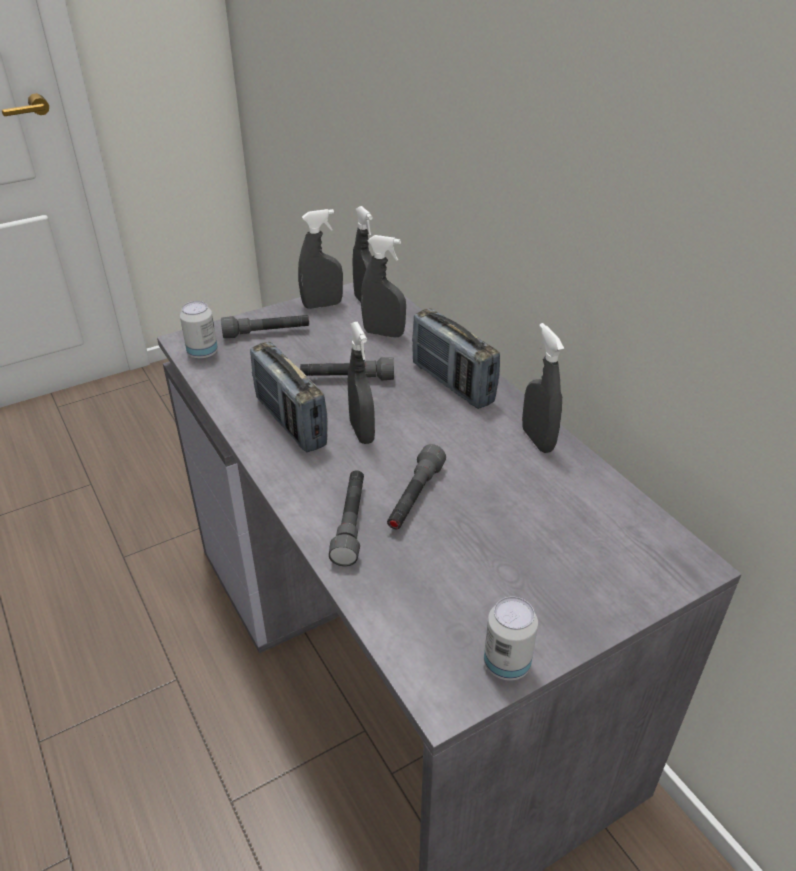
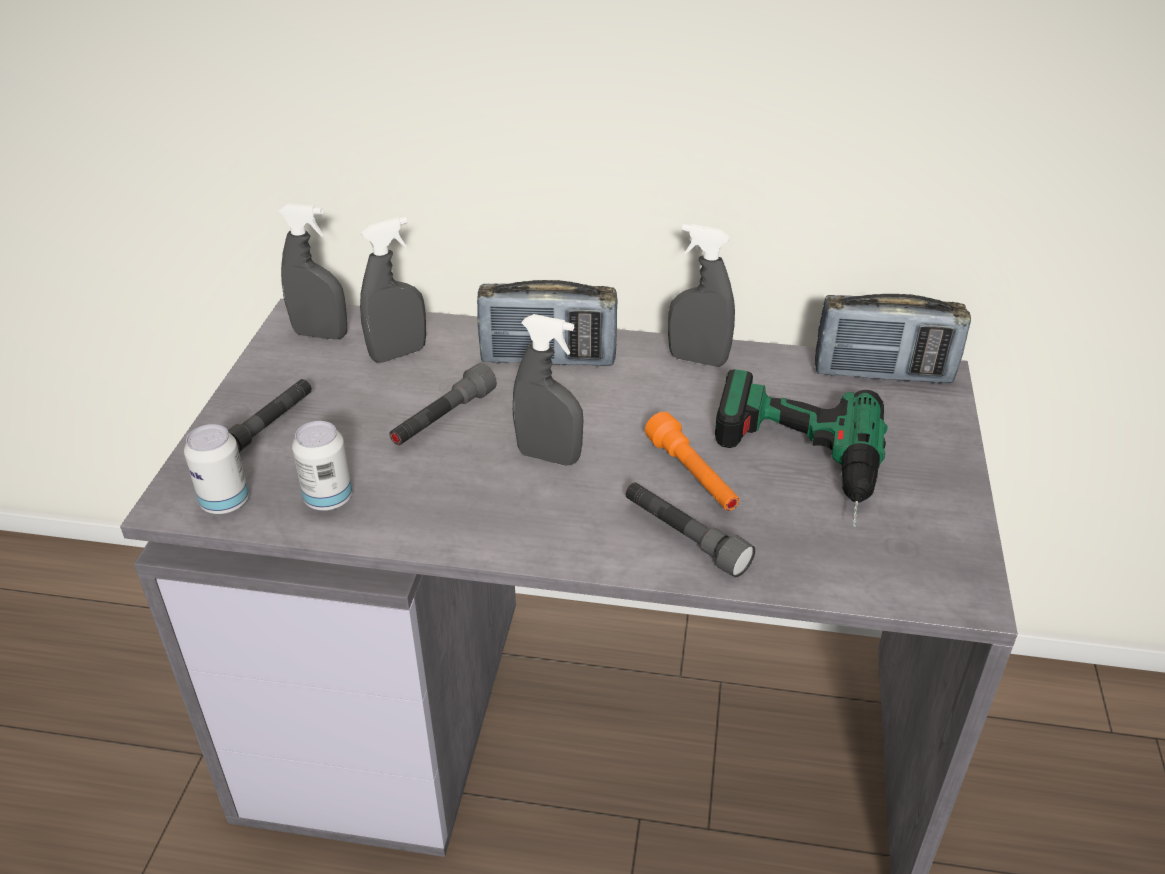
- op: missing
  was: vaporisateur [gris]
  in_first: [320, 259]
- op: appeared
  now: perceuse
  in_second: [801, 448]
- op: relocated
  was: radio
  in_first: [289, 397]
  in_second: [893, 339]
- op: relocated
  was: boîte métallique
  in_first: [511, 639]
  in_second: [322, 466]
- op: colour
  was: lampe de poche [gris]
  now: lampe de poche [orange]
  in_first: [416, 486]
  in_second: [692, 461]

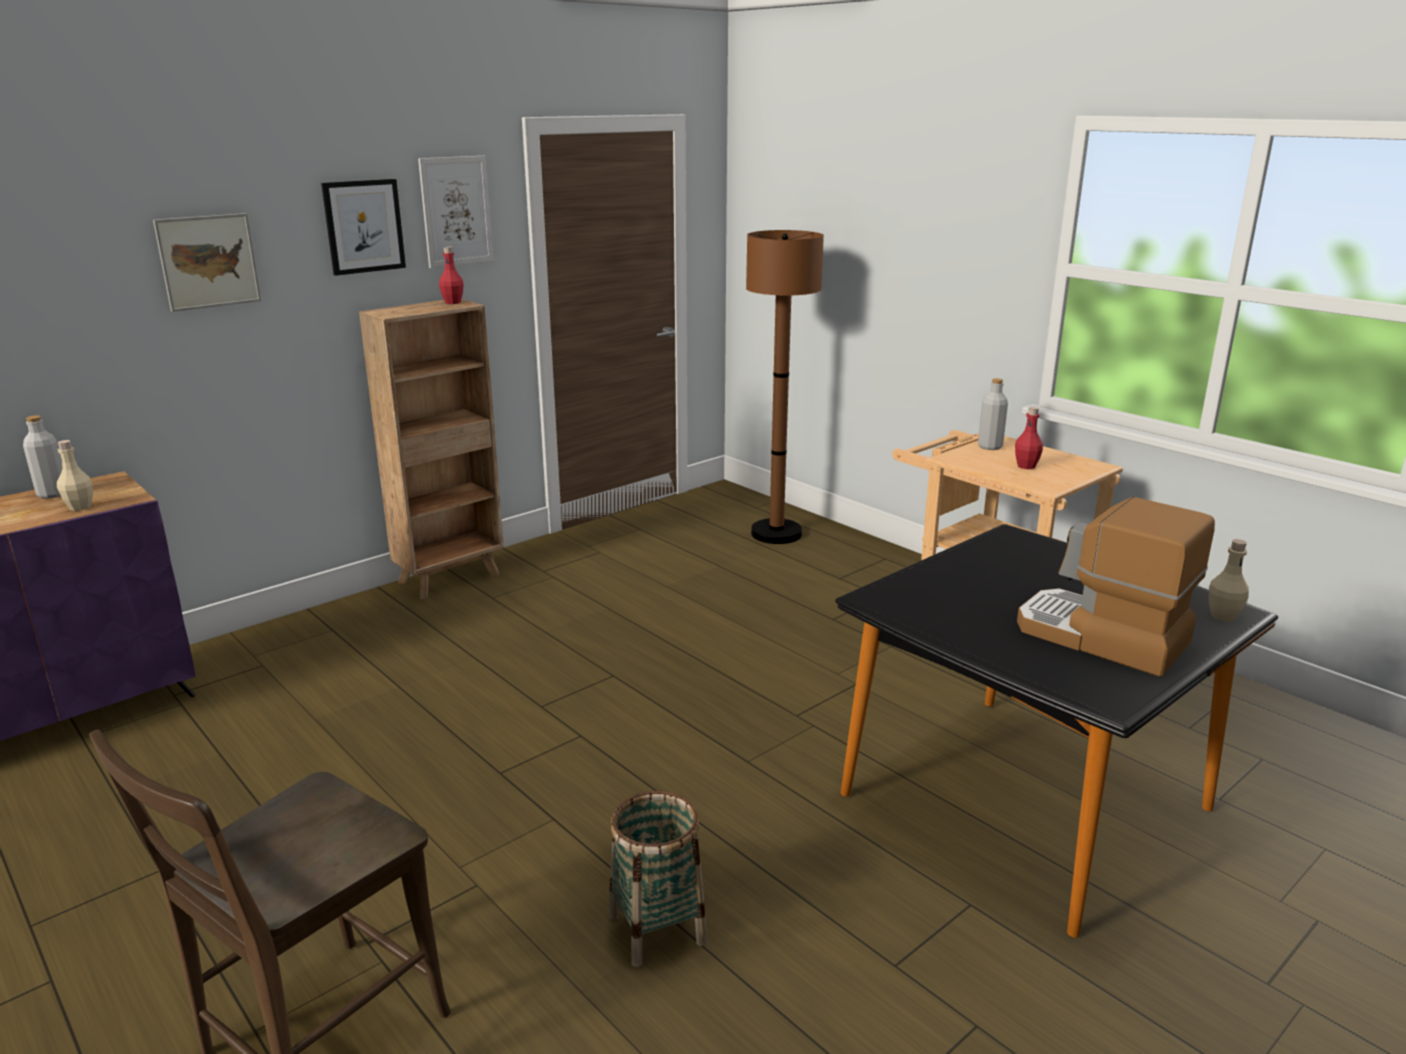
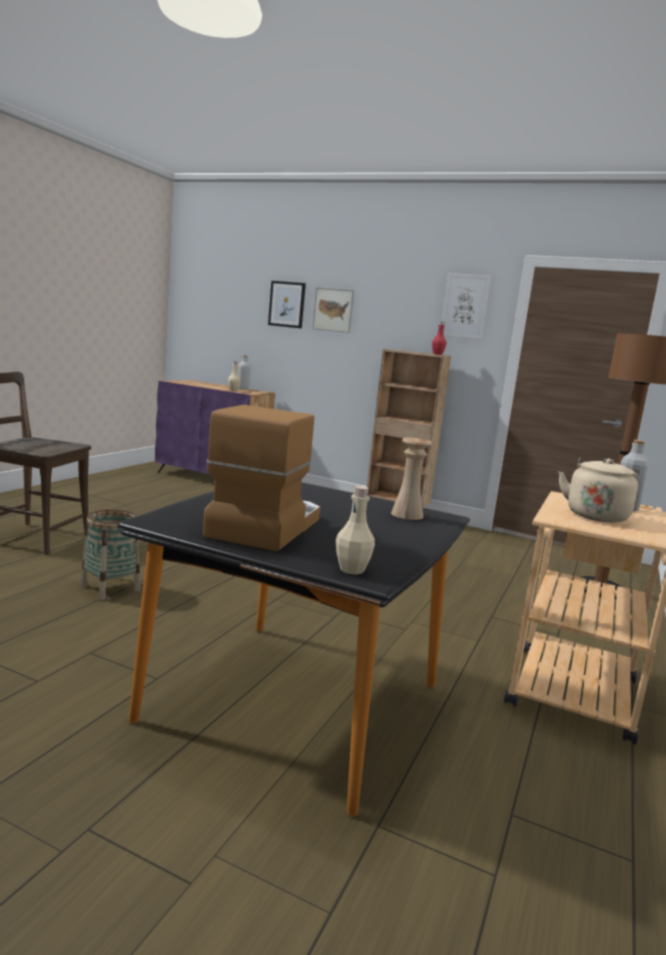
- op: appeared
  now: vase [beige]
  in_second: [411, 479]
- op: relocated
  was: tableau
  in_first: [363, 227]
  in_second: [287, 305]
- op: exchanged
  was: bouteille [rouge]
  now: bouilloire [beige]
  in_first: [1029, 438]
  in_second: [599, 490]

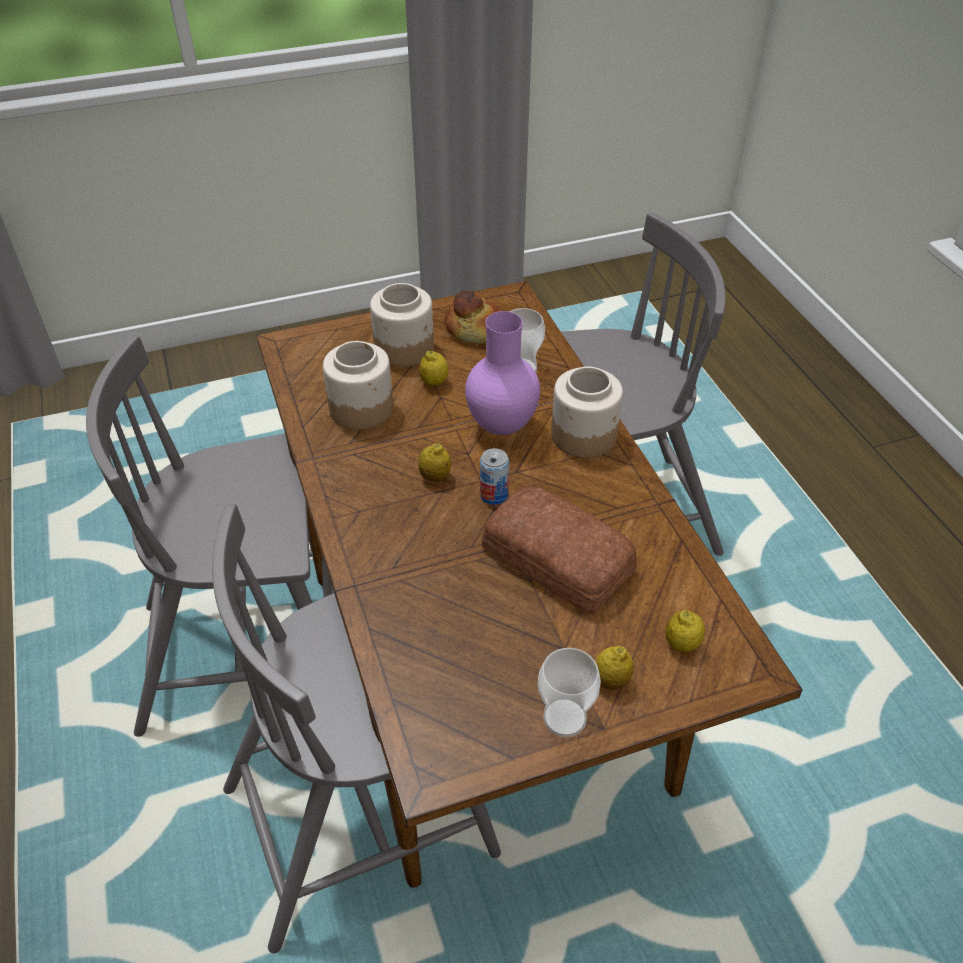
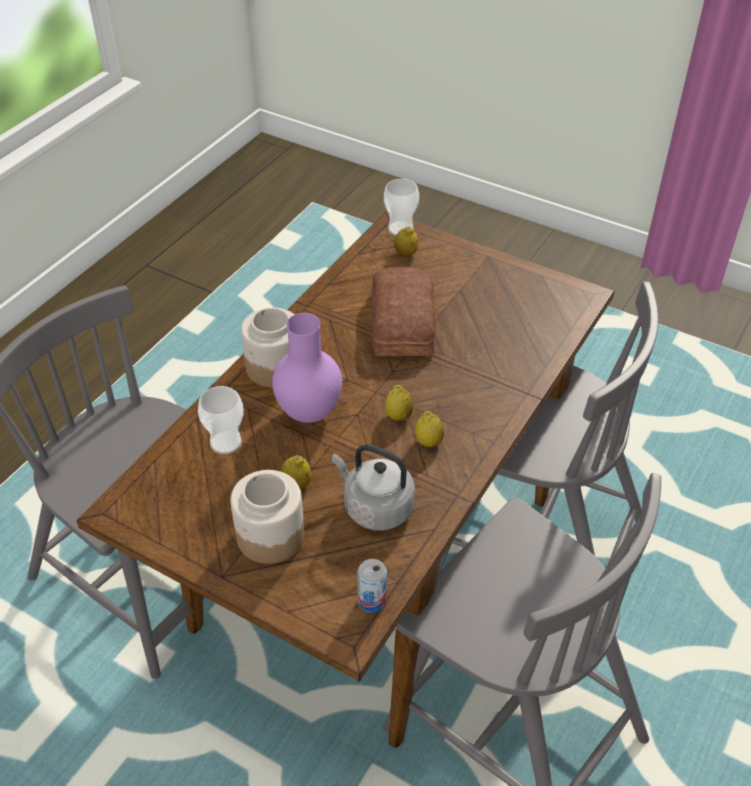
- op: missing
  was: pain
  in_first: [473, 317]
- op: relocated
  was: boîte métallique
  in_first: [494, 476]
  in_second: [372, 586]
- op: relocated
  was: tasse
  in_first: [569, 692]
  in_second: [401, 207]
- op: relocated
  was: citron
  in_first: [614, 668]
  in_second: [429, 429]
- op: exchanged
  was: bocal
  now: bouilloire [gris]
  in_first: [358, 385]
  in_second: [373, 487]

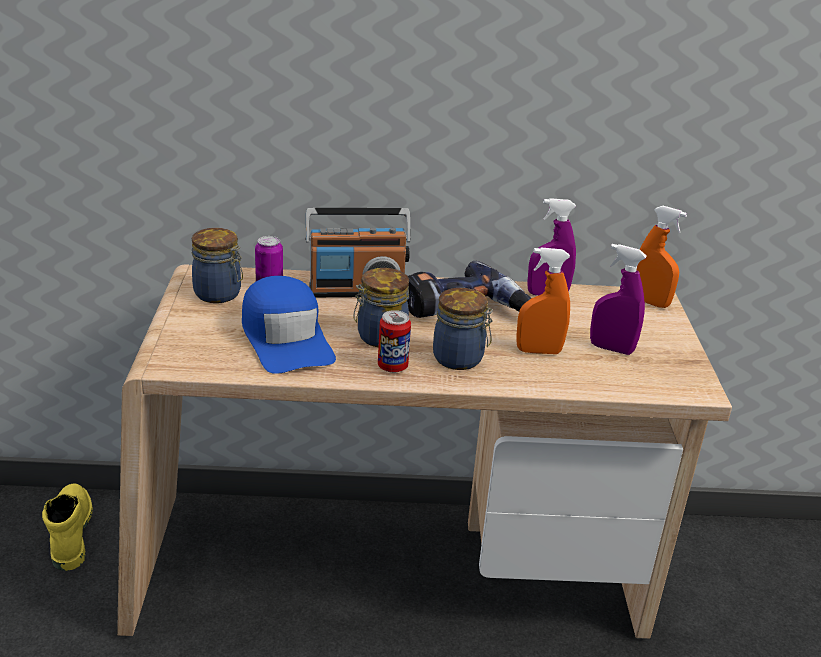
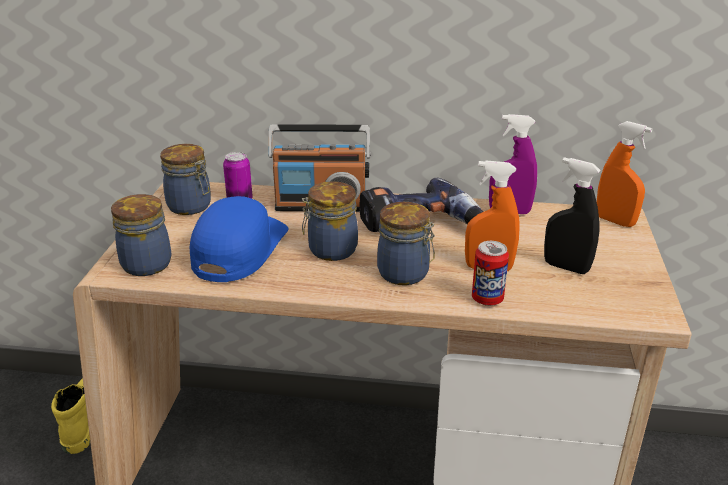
- op: appeared
  now: bocal
  in_second: [141, 235]
- op: relocated
  was: boîte métallique
  in_first: [394, 341]
  in_second: [490, 273]
- op: colour
  was: vaporisateur [violet]
  now: vaporisateur [noir]
  in_first: [618, 299]
  in_second: [572, 215]
- op: spun
  was: casquette [bleu]
  in_first: [289, 325]
  in_second: [239, 239]
  clockwise: -150

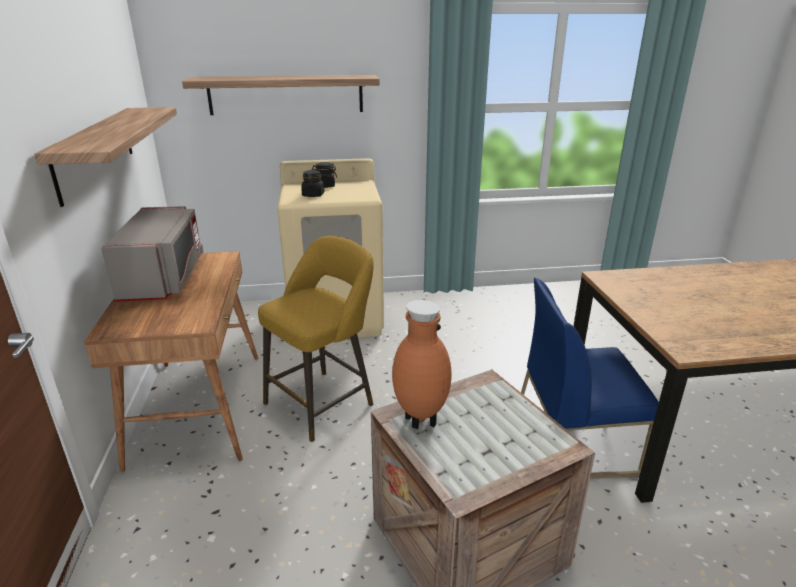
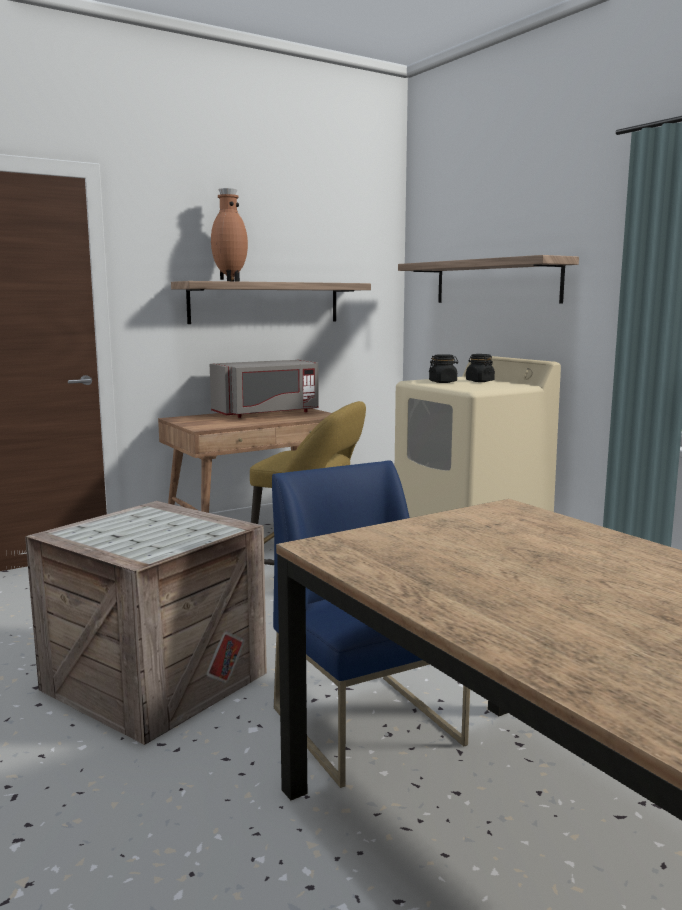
- op: relocated
  was: vase [marron]
  in_first: [421, 364]
  in_second: [229, 235]

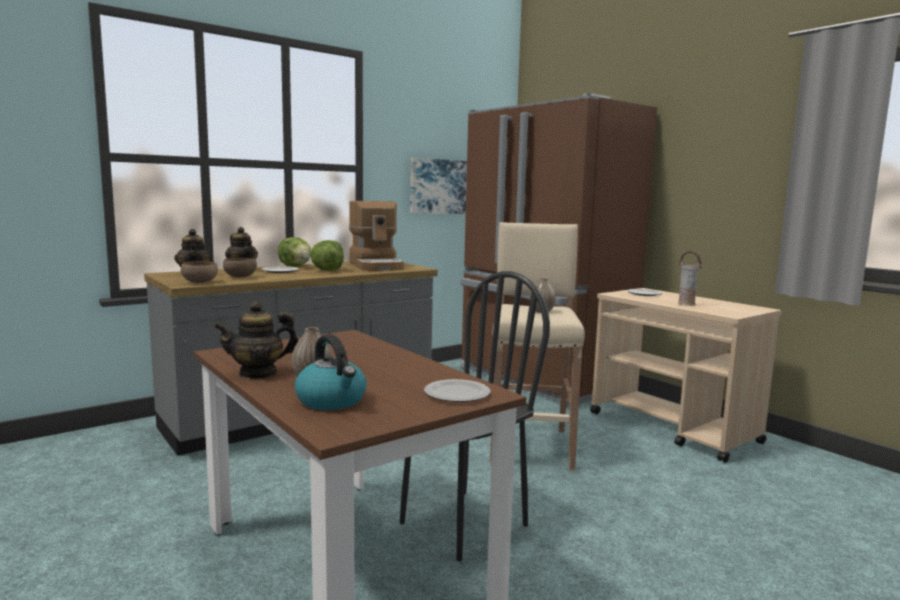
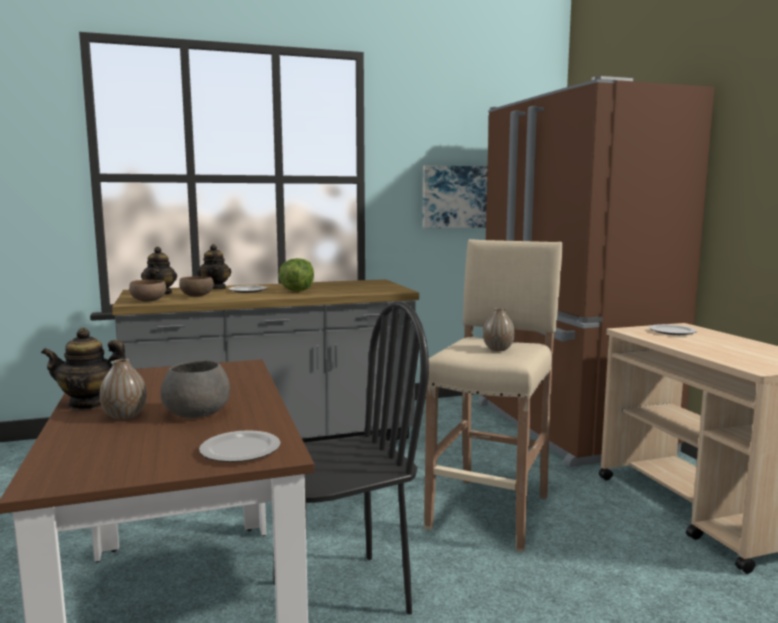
- op: missing
  was: laitue
  in_first: [294, 252]
- op: missing
  was: bouilloire
  in_first: [331, 372]
- op: missing
  was: machine à café
  in_first: [376, 236]
- op: missing
  was: vase
  in_first: [690, 278]
- op: appeared
  now: bol [gris]
  in_second: [195, 389]

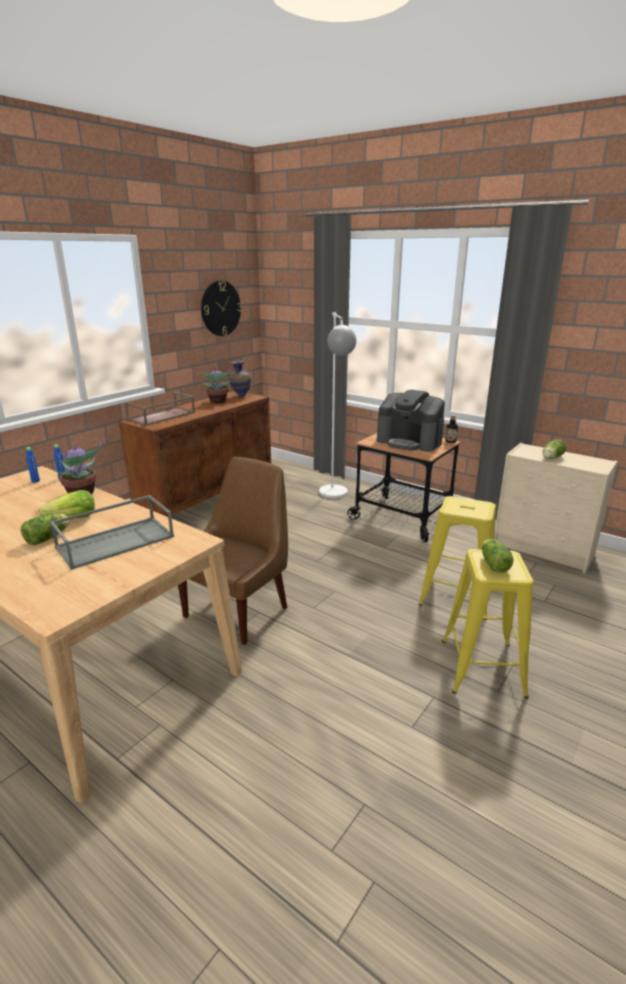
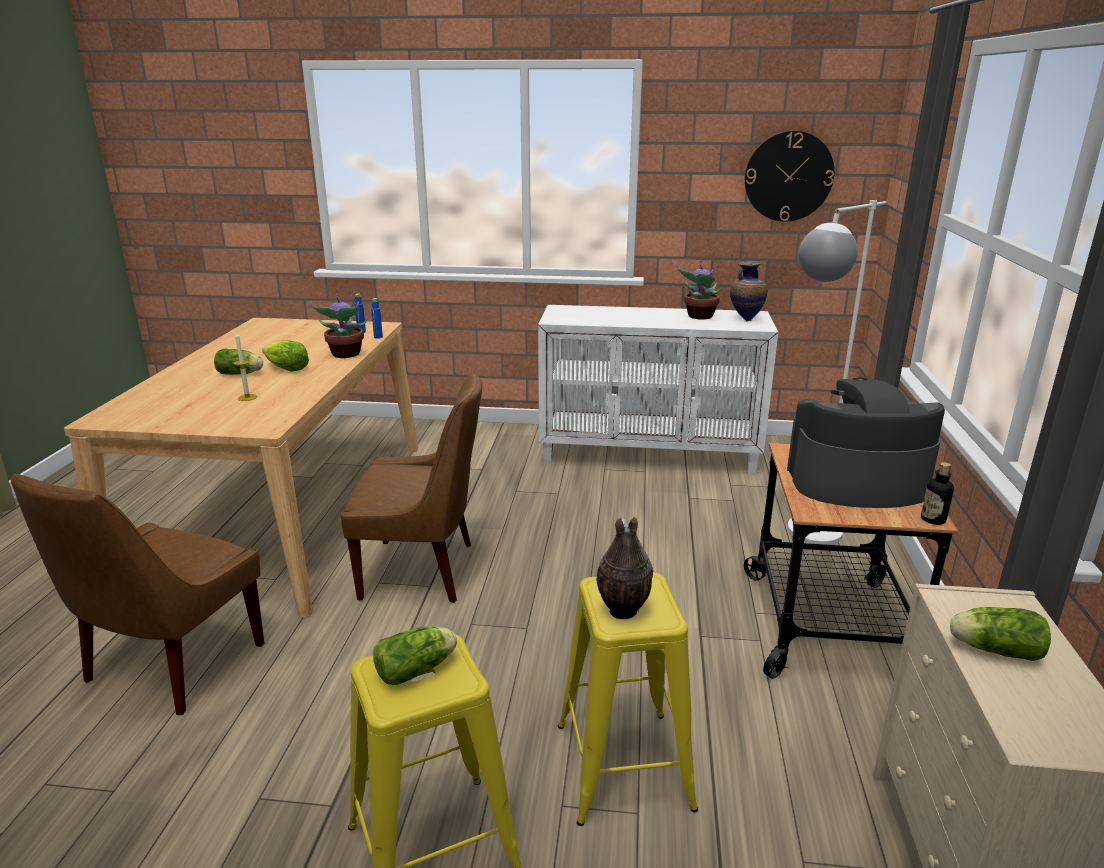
- op: missing
  was: plateau [marron]
  in_first: [160, 409]
- op: appeared
  now: chaise [marron]
  in_second: [137, 594]
- op: appeared
  now: vase
  in_second: [625, 568]
- op: exchanged
  was: plateau [gris]
  now: bougie
  in_first: [112, 532]
  in_second: [245, 366]
- op: colour
  was: meuble de rangement [marron]
  now: meuble de rangement [blanc]
  in_first: [195, 454]
  in_second: [658, 390]
- op: spun
  was: machine à café
  in_first: [411, 420]
  in_second: [866, 443]
  clockwise: 90

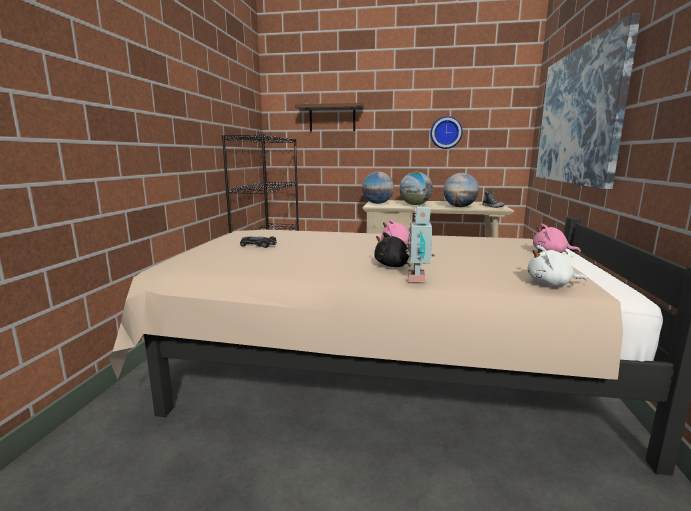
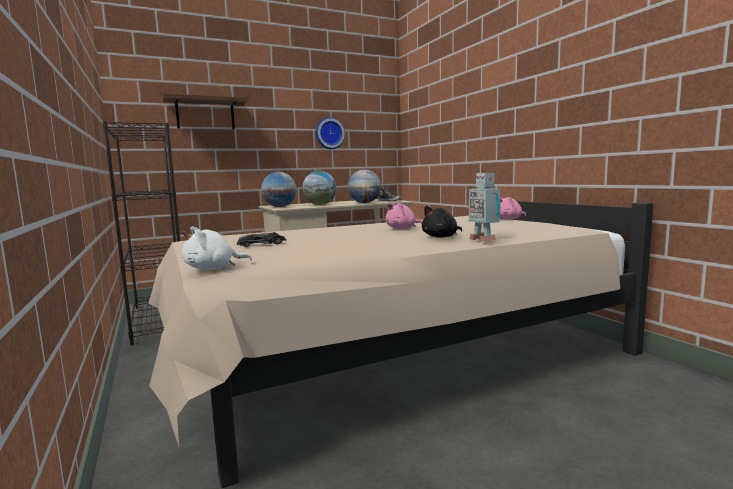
- op: missing
  was: tableau
  in_first: [588, 101]
- op: relocated
  was: peluche [blanc]
  in_first: [557, 265]
  in_second: [217, 248]

